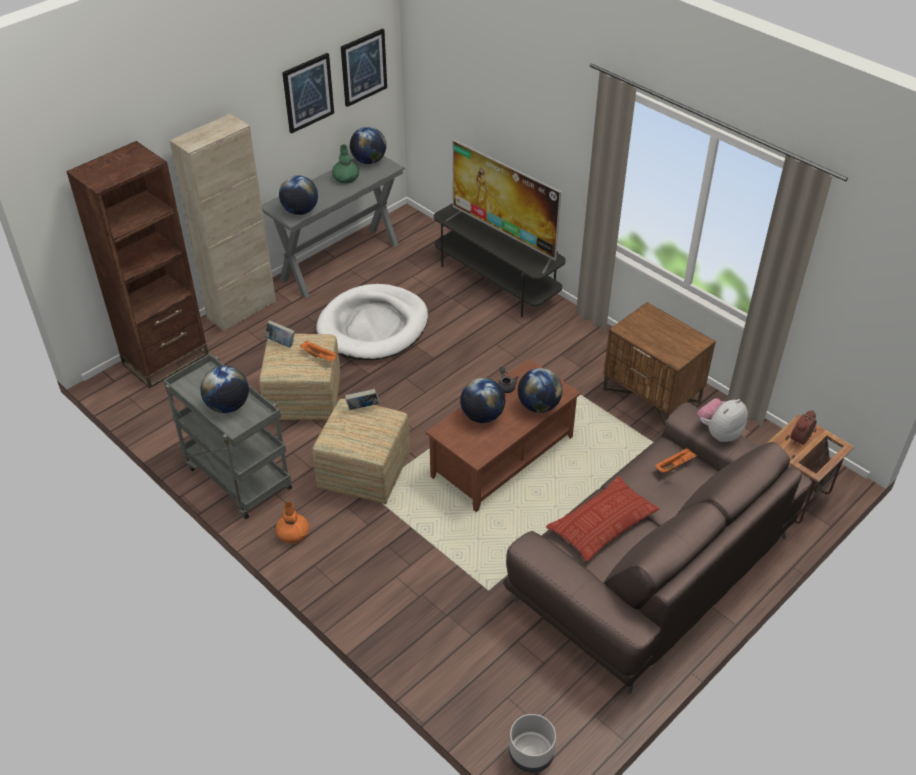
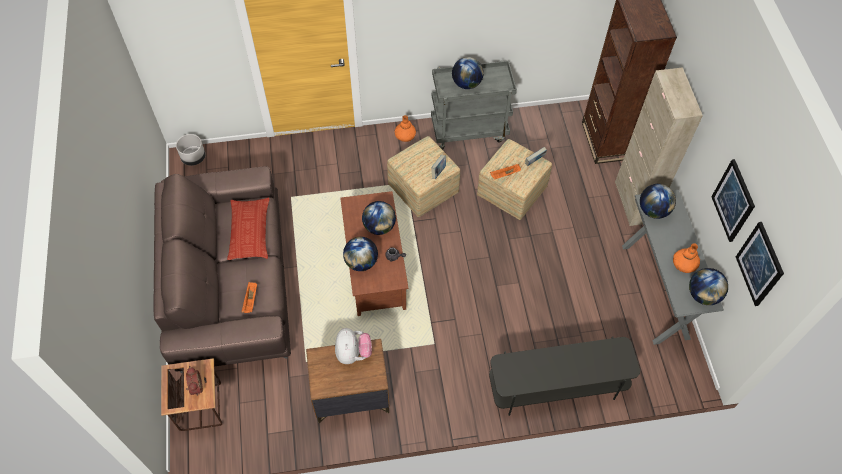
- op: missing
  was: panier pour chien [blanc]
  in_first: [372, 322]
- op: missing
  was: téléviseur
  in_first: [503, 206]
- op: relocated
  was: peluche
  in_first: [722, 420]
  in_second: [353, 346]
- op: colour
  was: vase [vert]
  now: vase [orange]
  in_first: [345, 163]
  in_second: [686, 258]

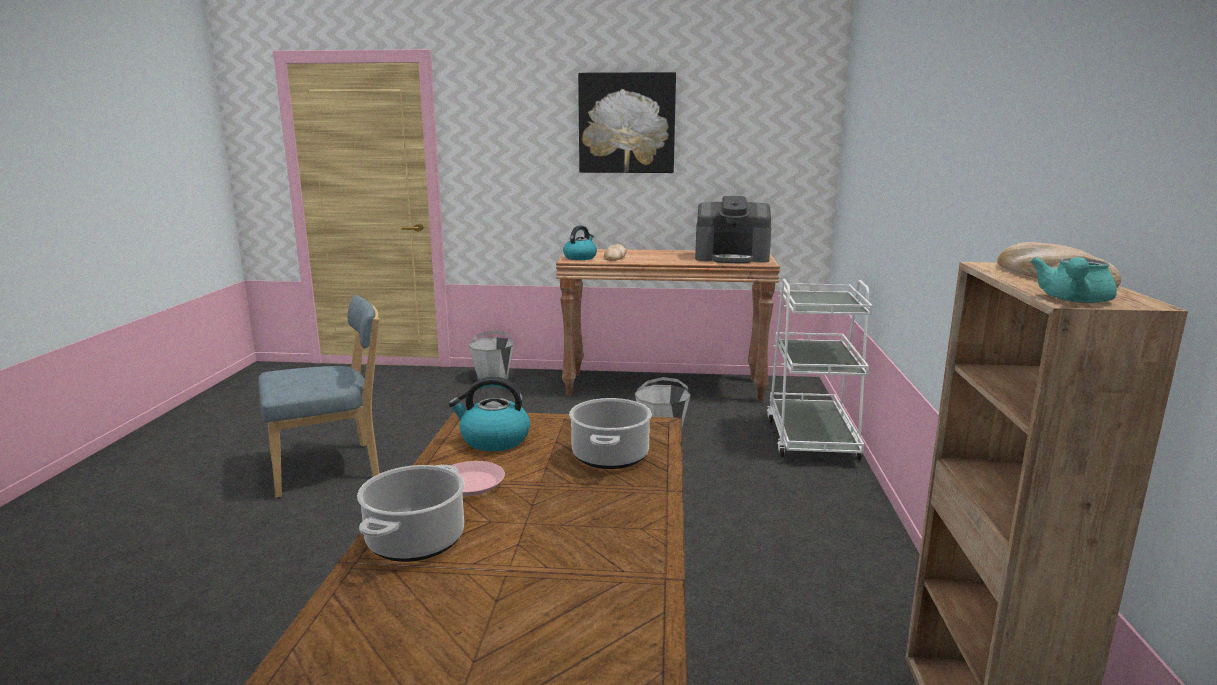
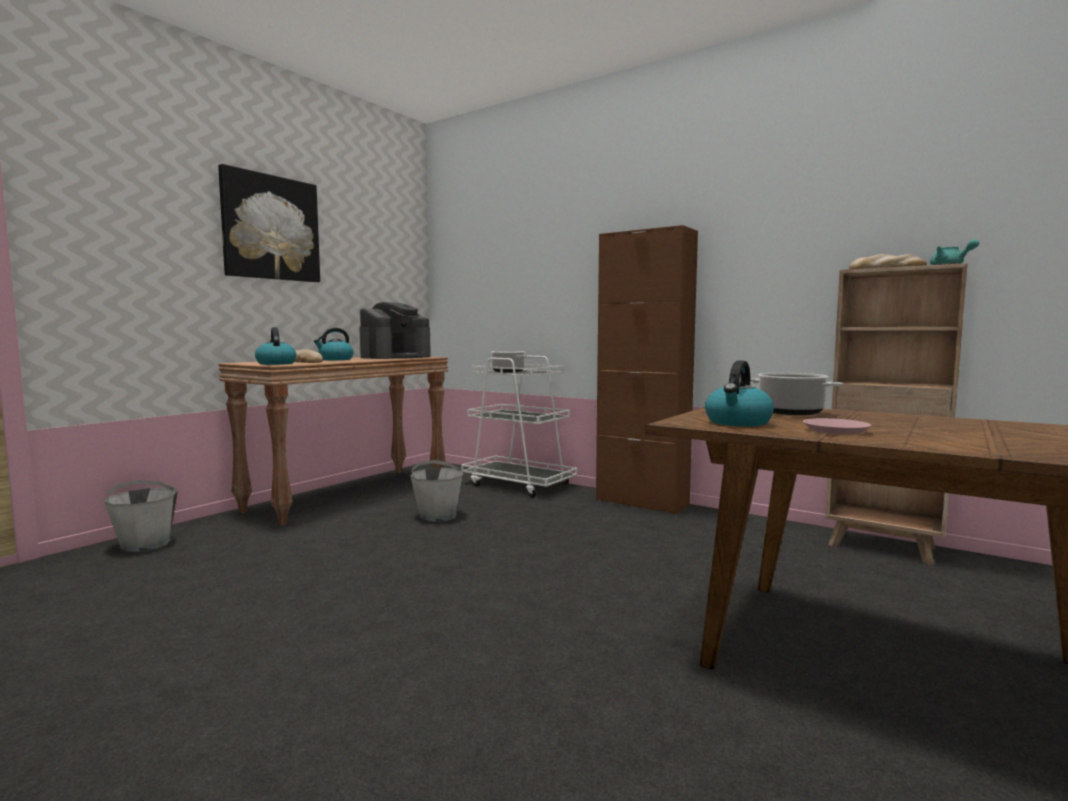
- op: missing
  was: chaise [bleu]
  in_first: [319, 396]
- op: appeared
  now: bouilloire
  in_second: [334, 344]
- op: appeared
  now: meuble de rangement [marron]
  in_second: [647, 370]
- op: relocated
  was: marmite
  in_first: [410, 513]
  in_second: [508, 361]

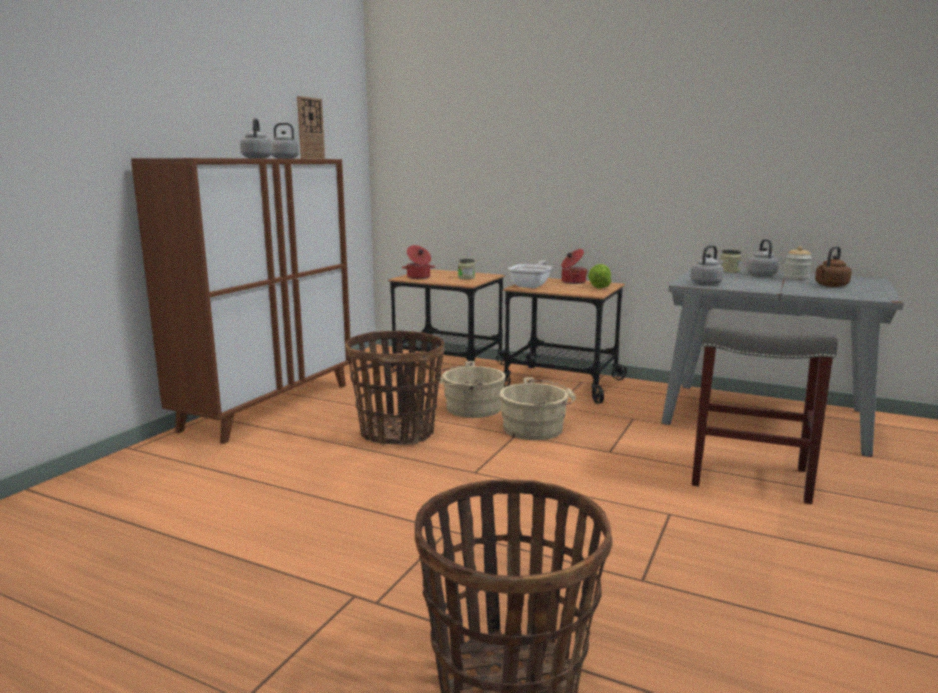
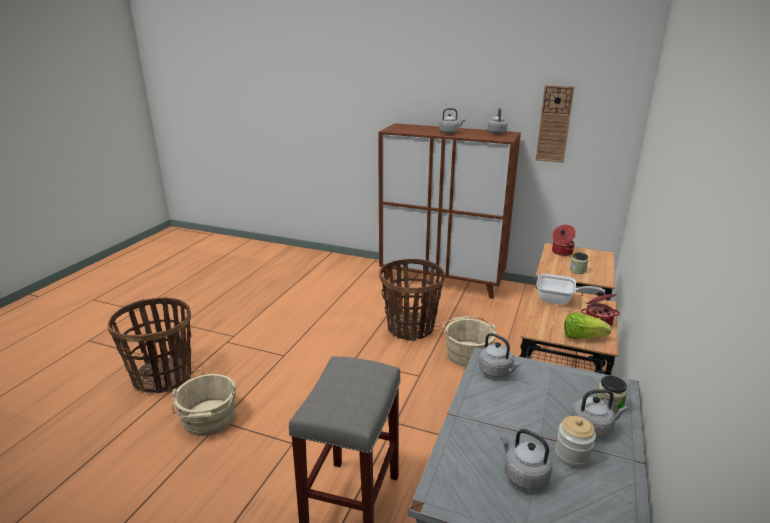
- op: relocated
  was: seau [beige]
  in_first: [537, 408]
  in_second: [204, 405]
- op: colour
  was: bouilloire [marron]
  now: bouilloire [gris]
  in_first: [833, 266]
  in_second: [526, 459]

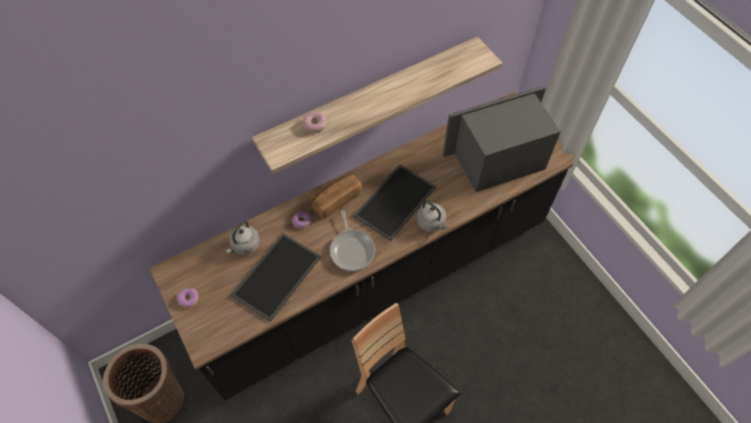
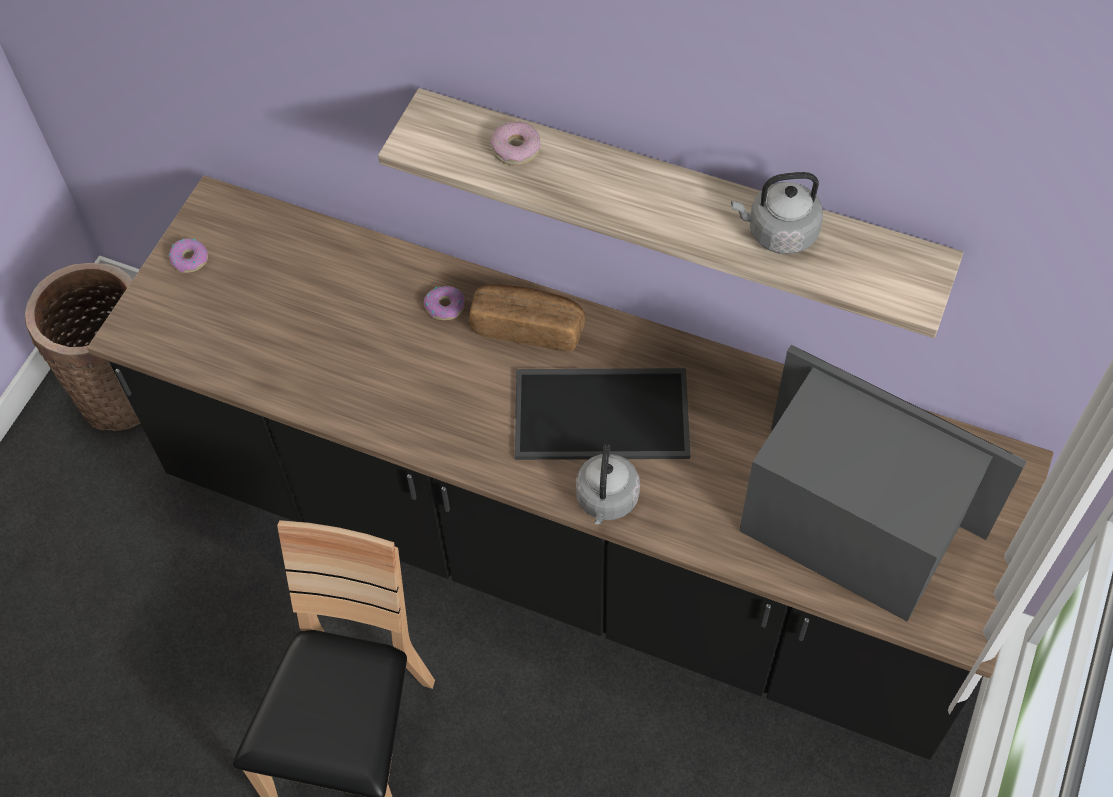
- op: missing
  was: plateau
  in_first: [276, 277]
- op: missing
  was: poêle
  in_first: [352, 240]
- op: relocated
  was: bouilloire [gris]
  in_first: [242, 237]
  in_second: [777, 213]

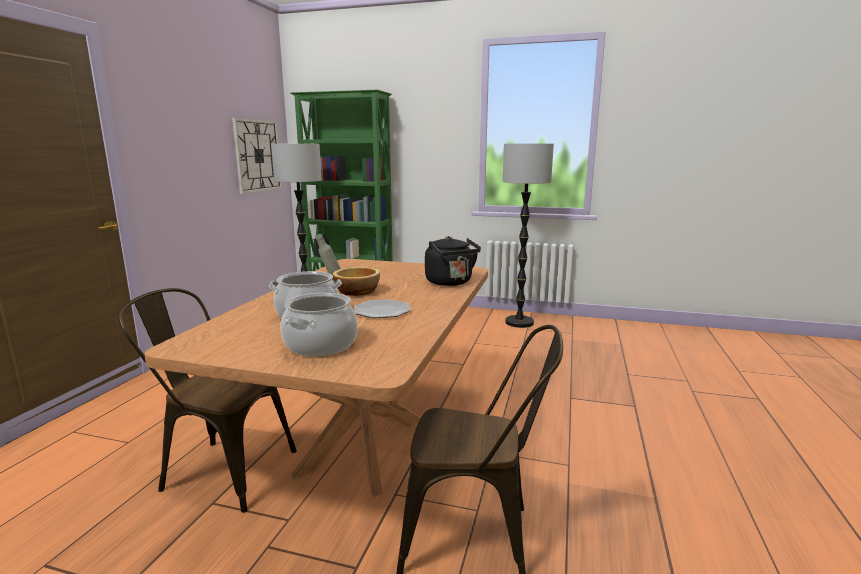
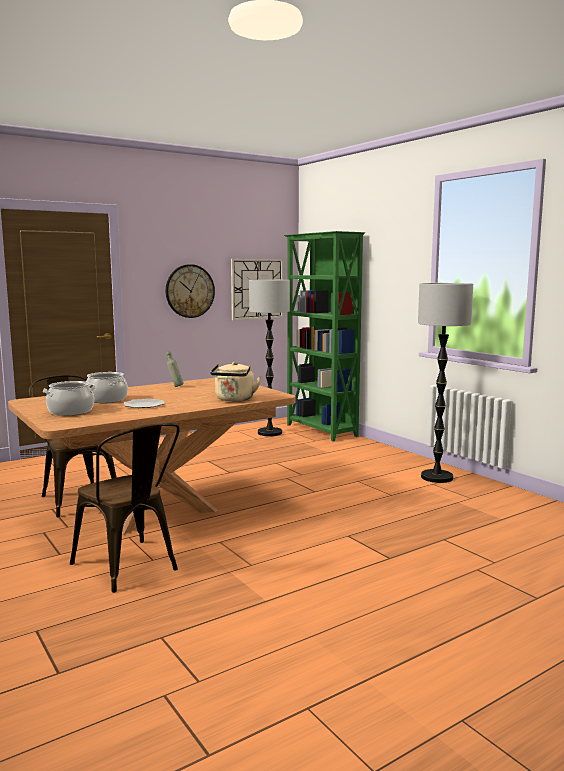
- op: missing
  was: bol
  in_first: [356, 281]
- op: appeared
  now: horloge murale
  in_second: [190, 291]
- op: colour
  was: bouilloire [noir]
  now: bouilloire [beige]
  in_first: [453, 261]
  in_second: [236, 382]

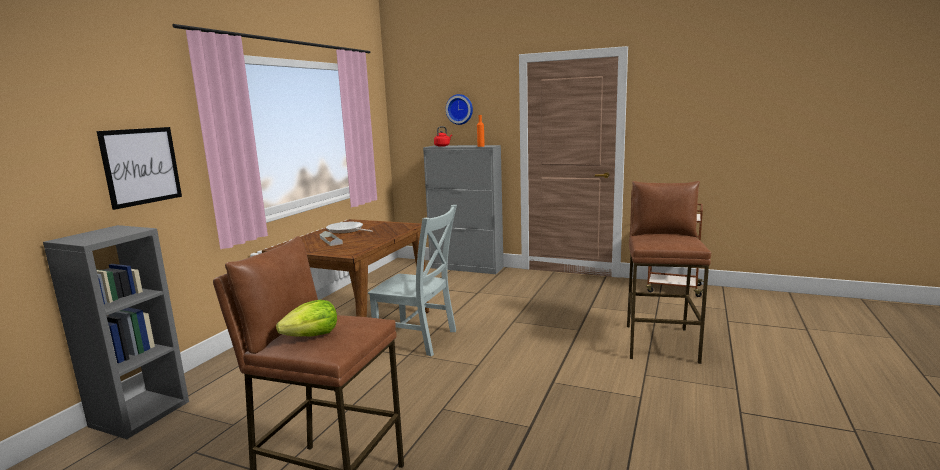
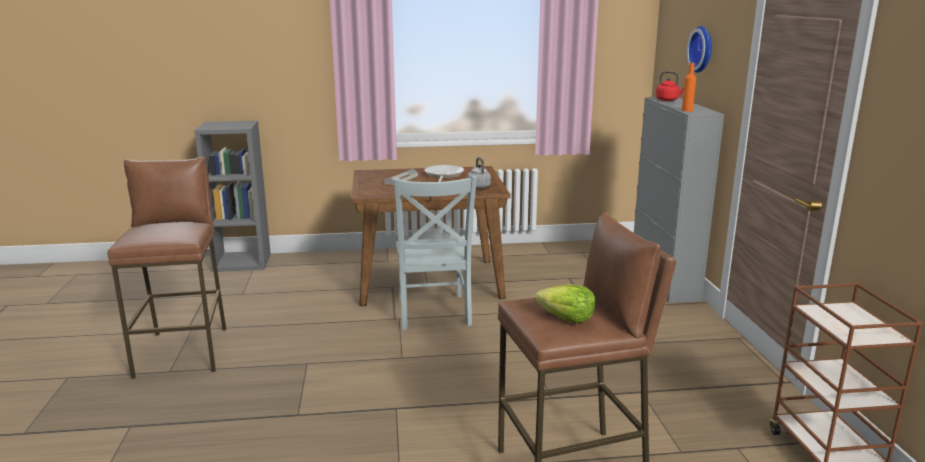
- op: missing
  was: tableau
  in_first: [139, 168]
- op: appeared
  now: bouilloire [gris]
  in_second: [479, 173]
- op: relocated
  was: laitue
  in_first: [306, 318]
  in_second: [565, 303]

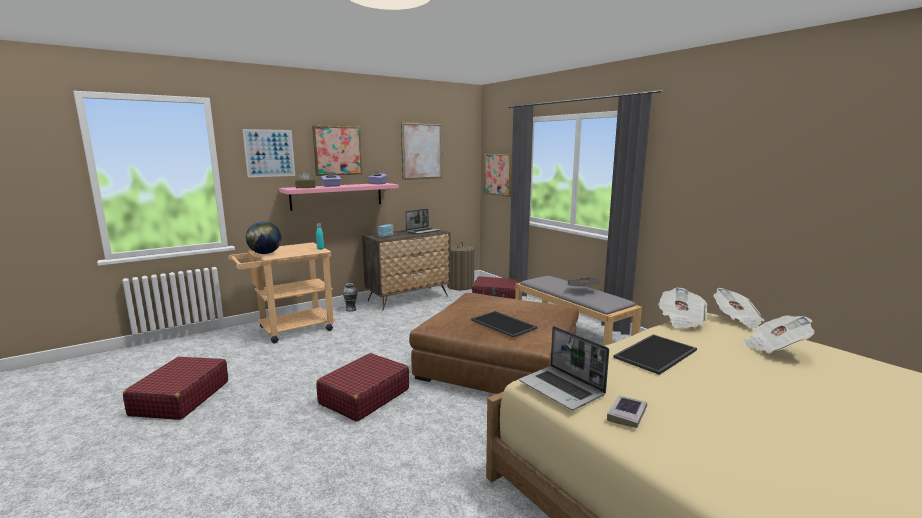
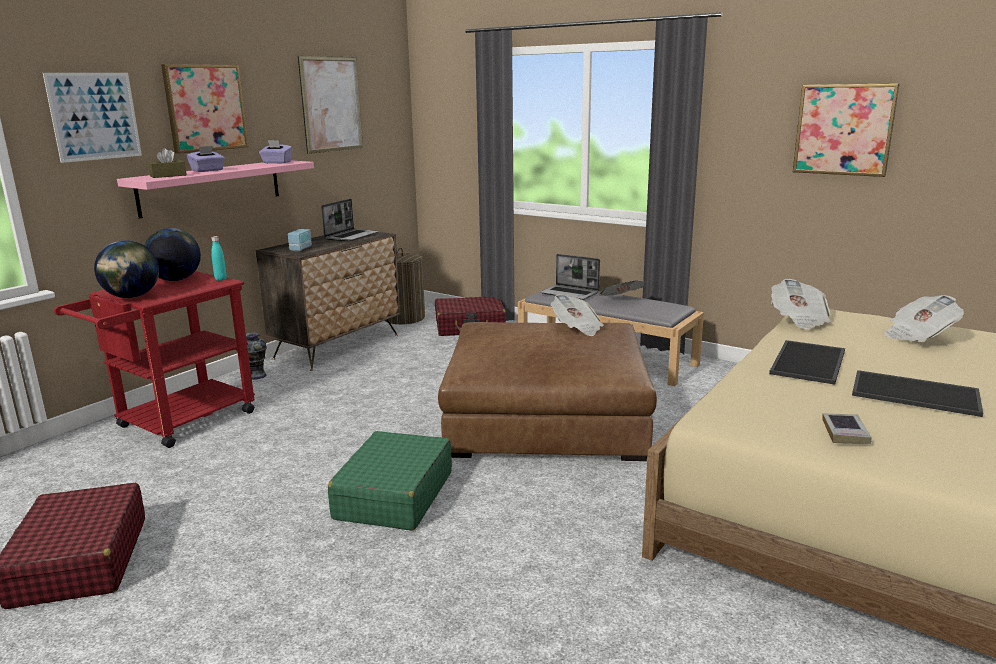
- op: appeared
  now: globe
  in_second: [172, 254]
- op: relocated
  was: plateau
  in_first: [504, 324]
  in_second: [917, 393]
- op: relocated
  was: tableau
  in_first: [498, 175]
  in_second: [846, 130]
- op: relocated
  was: ordinateur portable
  in_first: [564, 368]
  in_second: [570, 277]
- op: relocated
  was: journal
  in_first: [738, 308]
  in_second: [577, 315]
- op: colour
  was: chariot [beige]
  now: chariot [rouge]
  in_first: [281, 292]
  in_second: [154, 359]
- op: colour
  was: valise [rouge]
  now: valise [vert]
  in_first: [362, 387]
  in_second: [390, 480]

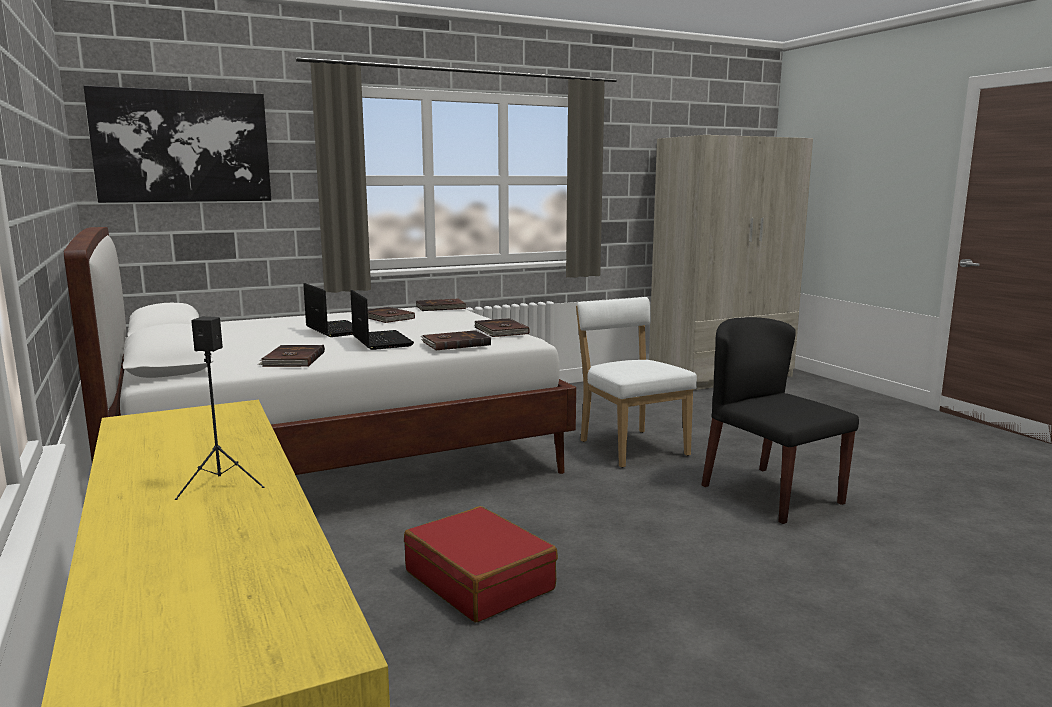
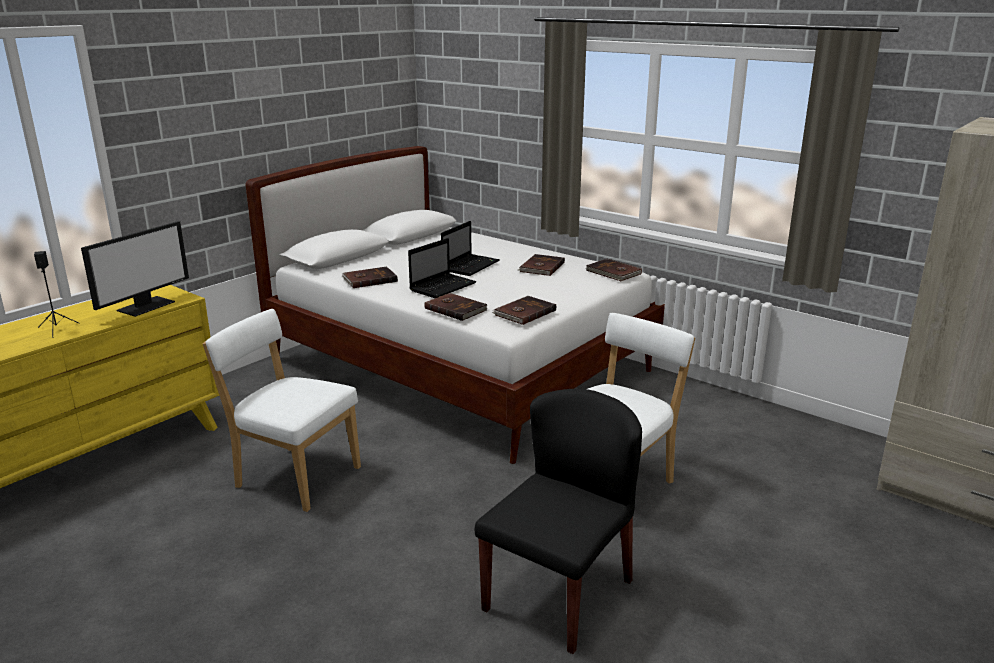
- op: missing
  was: tableau
  in_first: [177, 144]
- op: appeared
  now: écran d'ordinateur
  in_second: [135, 269]
- op: exchanged
  was: valise [rouge]
  now: chaise [blanc]
  in_first: [481, 564]
  in_second: [282, 410]

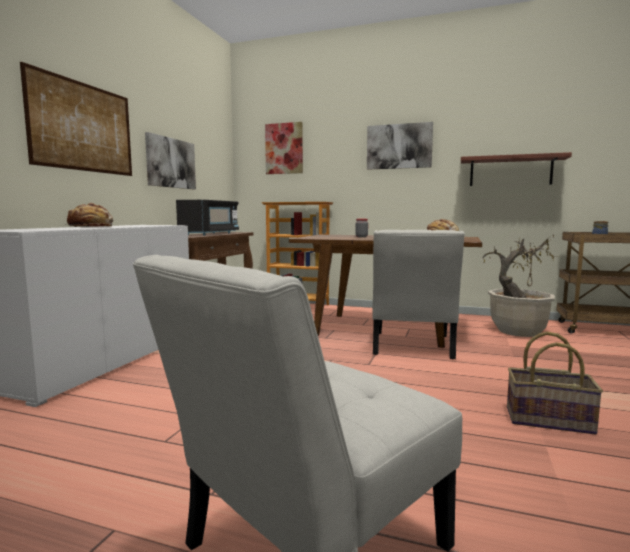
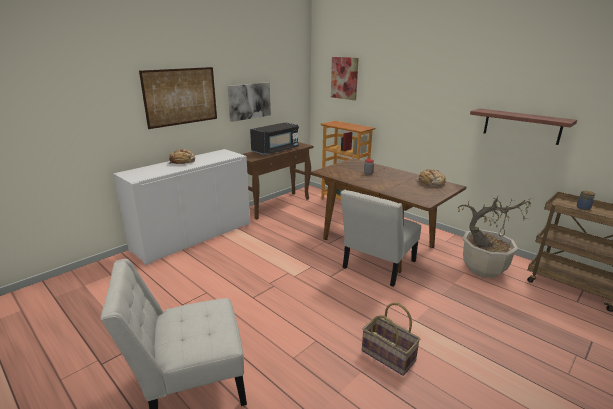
- op: missing
  was: tableau
  in_first: [400, 146]

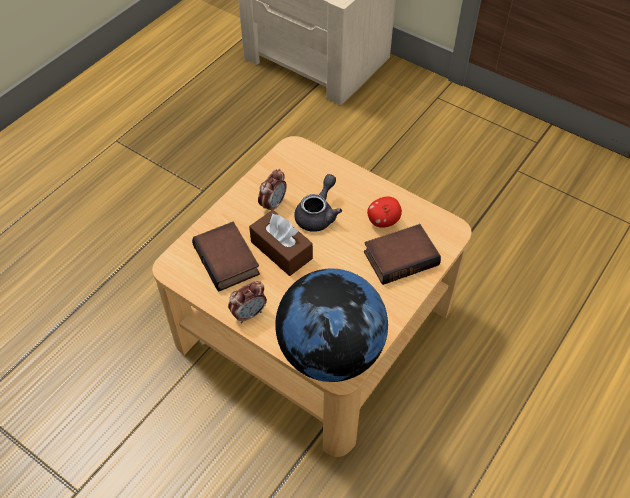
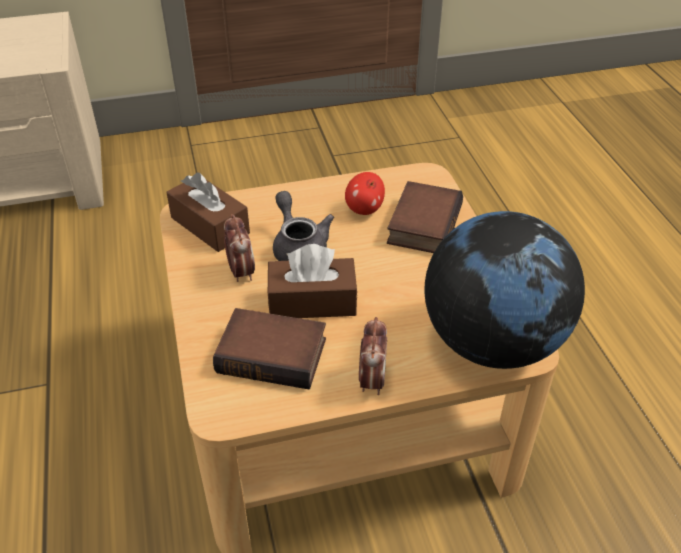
- op: appeared
  now: boîte à mouchoirs [marron]
  in_second: [208, 212]

